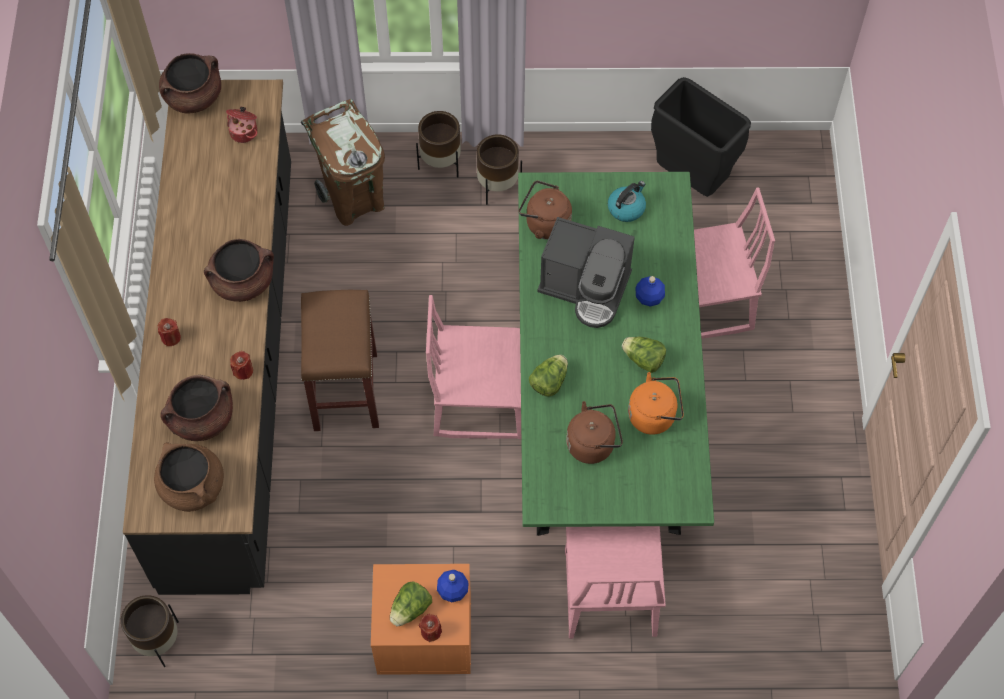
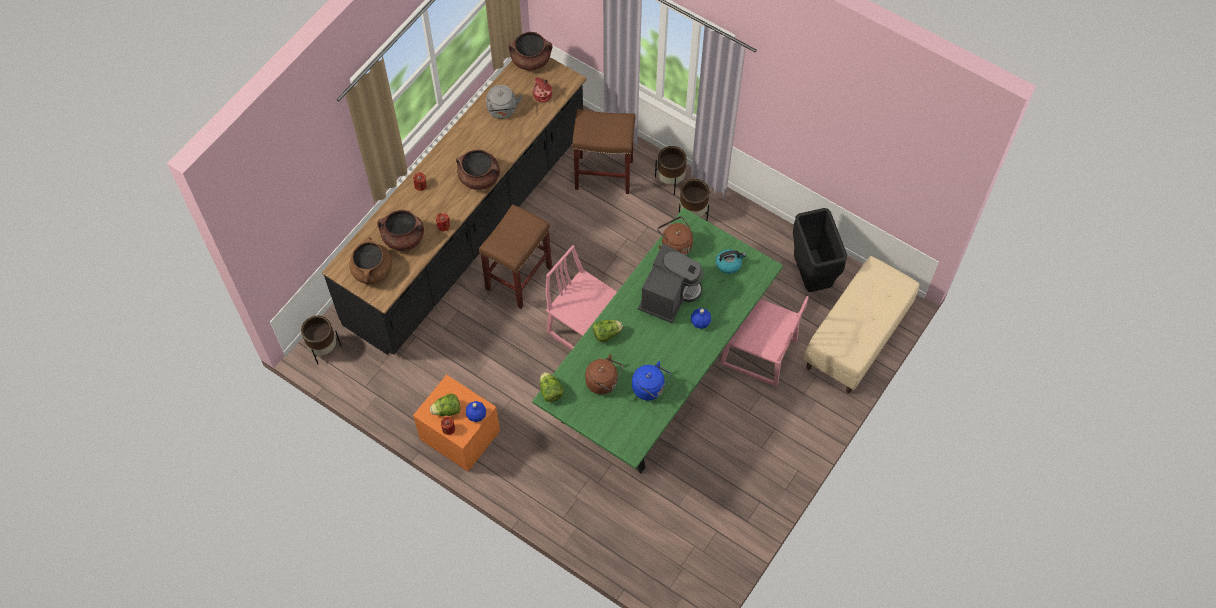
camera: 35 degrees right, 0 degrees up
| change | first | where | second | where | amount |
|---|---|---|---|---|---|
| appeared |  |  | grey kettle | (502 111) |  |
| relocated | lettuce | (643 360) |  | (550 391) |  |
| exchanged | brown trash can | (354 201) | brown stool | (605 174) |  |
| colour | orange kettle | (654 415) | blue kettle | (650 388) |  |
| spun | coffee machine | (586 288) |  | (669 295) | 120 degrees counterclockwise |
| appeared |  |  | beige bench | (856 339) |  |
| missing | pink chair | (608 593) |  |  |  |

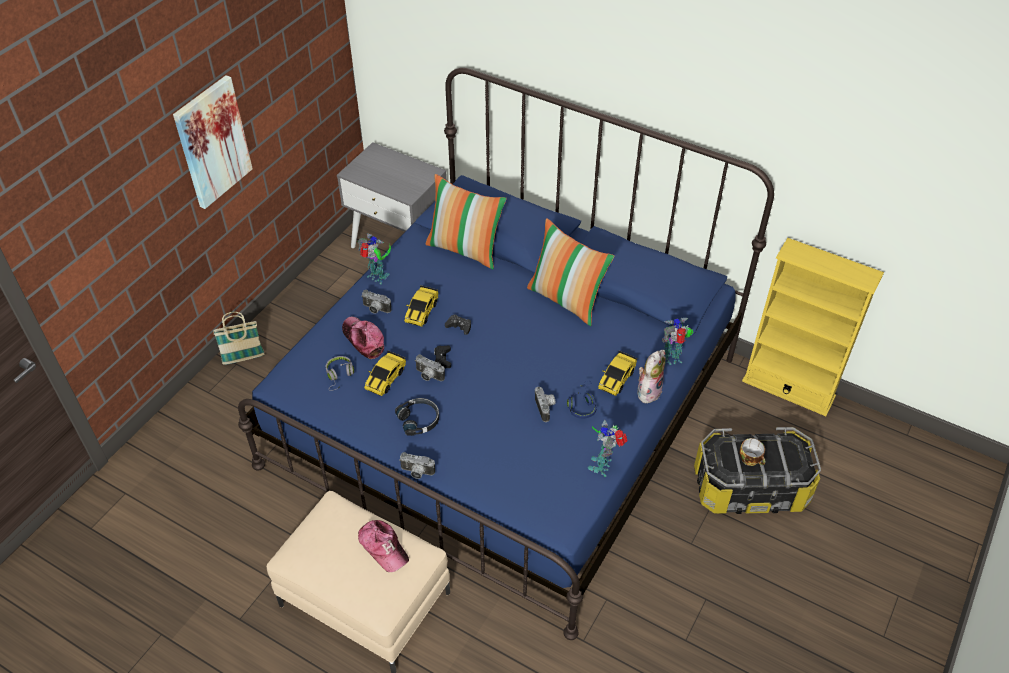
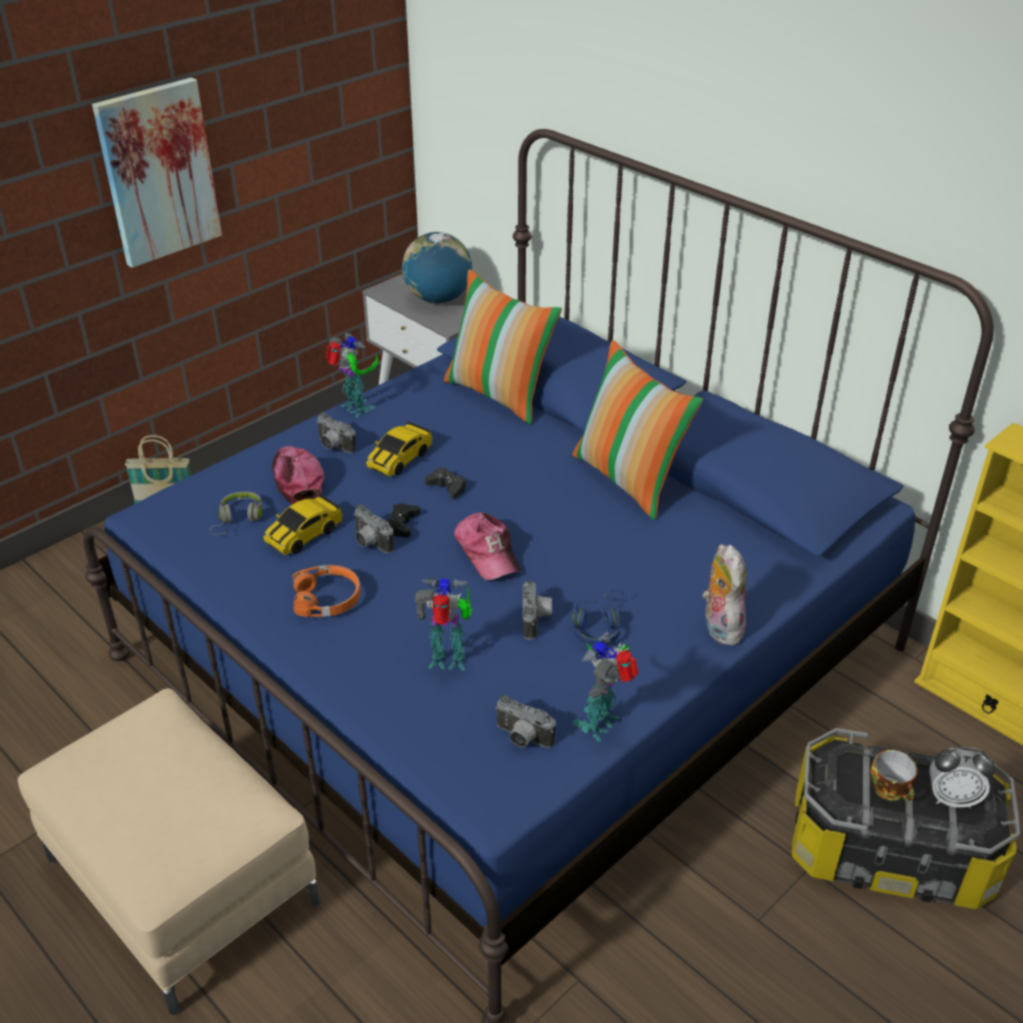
camera: 15 degrees right, 10 degrees down
| change | first | where | second | where | amount |
|---|---|---|---|---|---|
| colour | black headphones | (419 419) | orange headphones | (328 599) |  |
| appeared |  |  | globe | (438 299) |  |
| relocated | toy robot | (672 360) |  | (449 662) |  |
| relocated | cap | (383 547) |  | (487 553) |  |
| relocated | photo camera | (416 473) |  | (521 738) |  |
| spun | plush toy | (648 391) |  | (719 627) | 60 degrees counterclockwise |
| appeared |  |  | alarm clock | (952 798) |  |
| missing | toy car | (617 378) |  |  |  |

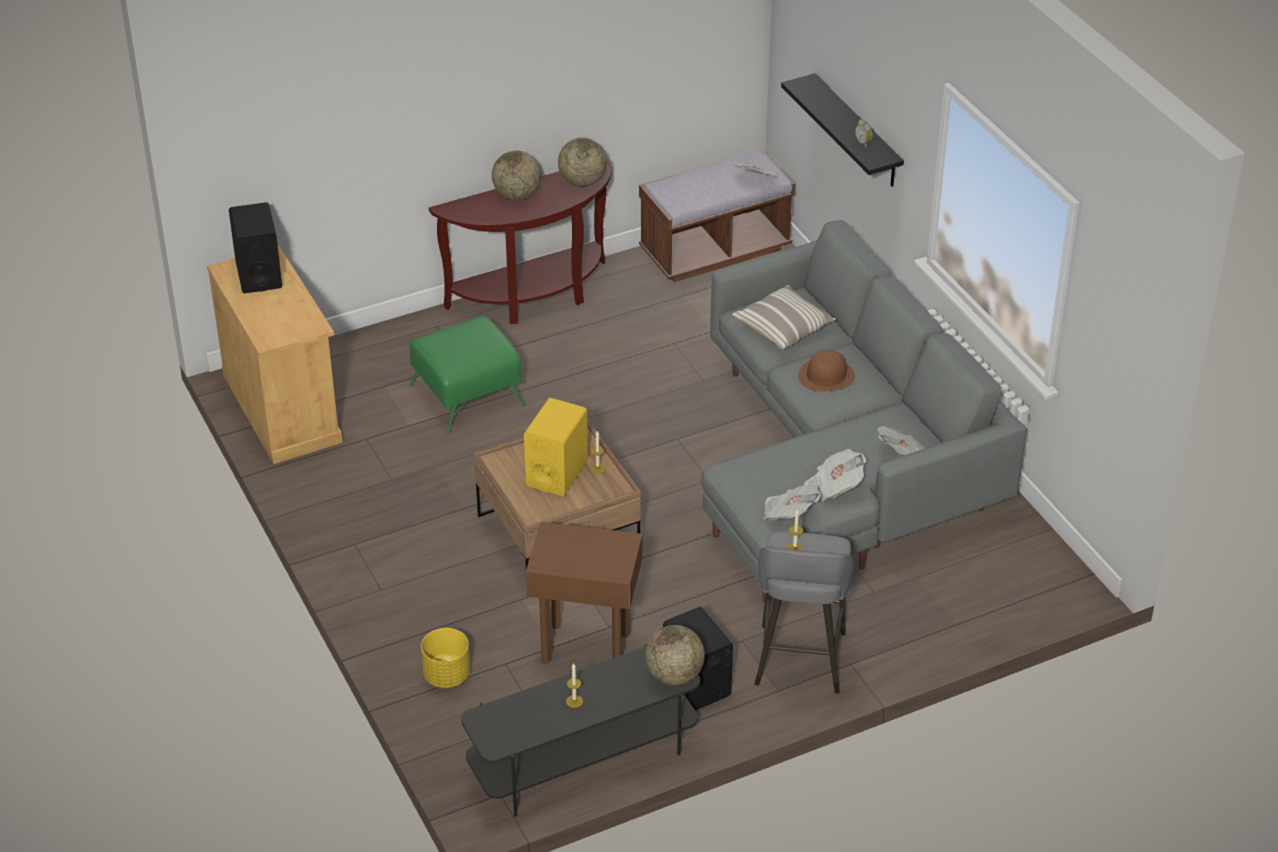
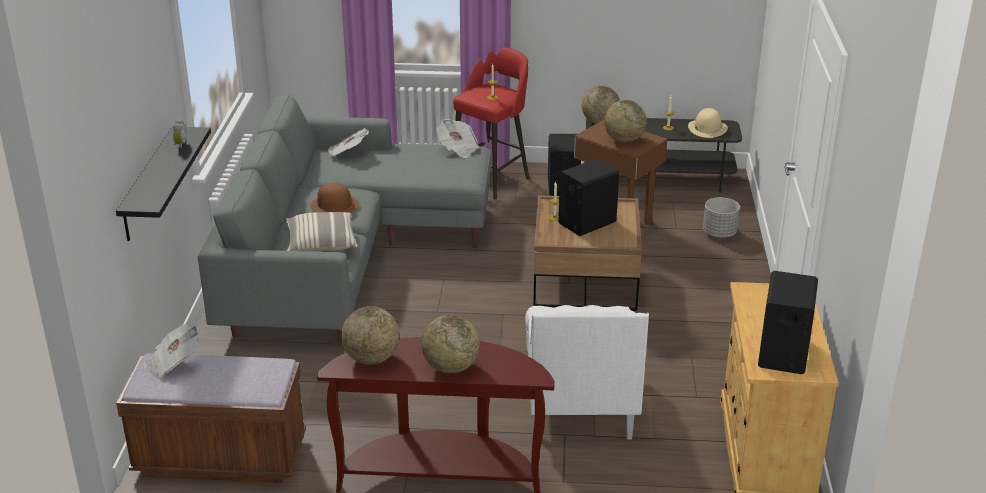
camera: 150 degrees left, 10 degrees down
| change | first | where | second | where | amount |
|---|---|---|---|---|---|
| colour | grey stool | (799 661) | red stool | (491 180) |  |
| exchanged | green ottoman | (468 395) | white armchair | (580 402) |  |
| colour | yellow speaker | (557 473) | black speaker | (587 223) |  |
| appeared |  |  | globe | (624 140) |  |
| appeared |  |  | beige hat | (707 128) |  |
| colour | yellow planter | (446 675) | grey planter | (719 233) |  |
| missing | newspaper | (834 486) |  |  |  |

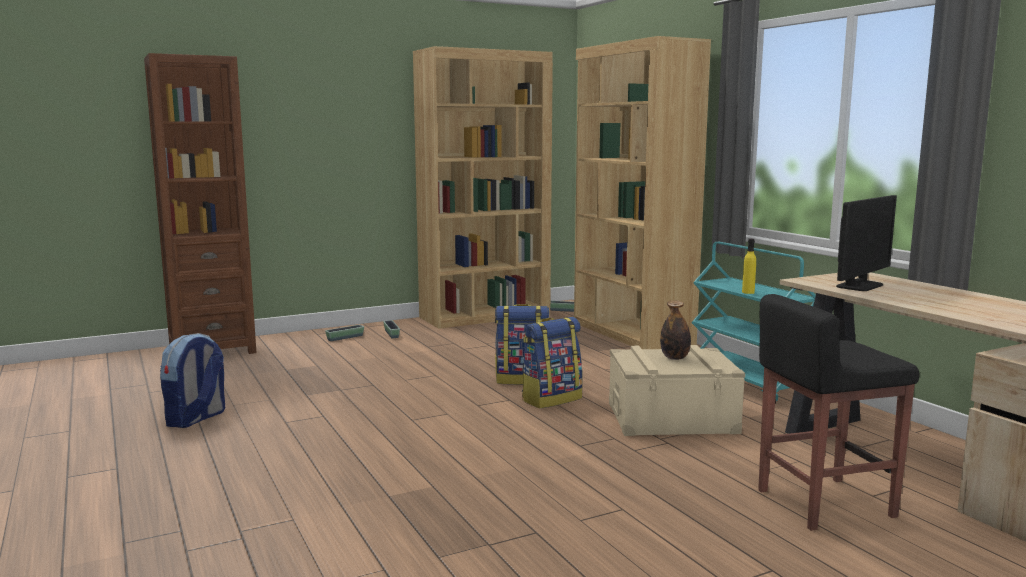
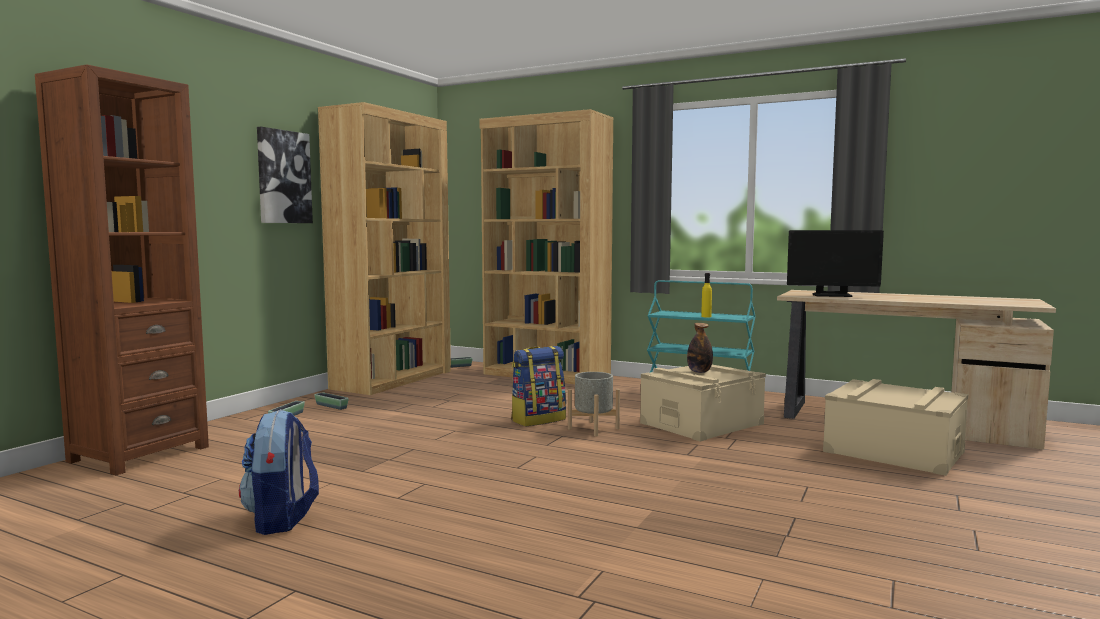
camera: 35 degrees left, 5 degrees down
| change | first | where | second | where | amount |
|---|---|---|---|---|---|
| appeared |  |  | picture | (283 177) |  |
| exchanged | backpack | (551 399) | grey planter | (593 429) |  |
| spun | monitor | (859 286) |  | (832 295) | 90 degrees clockwise |
| exchanged | black stool | (823 503) | beige storage box | (893 451) |  |

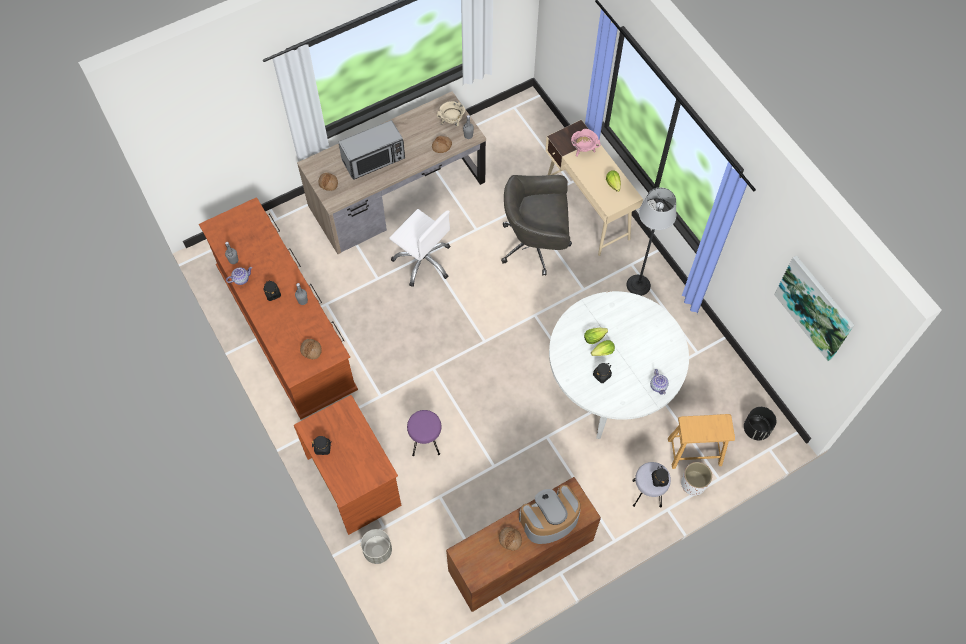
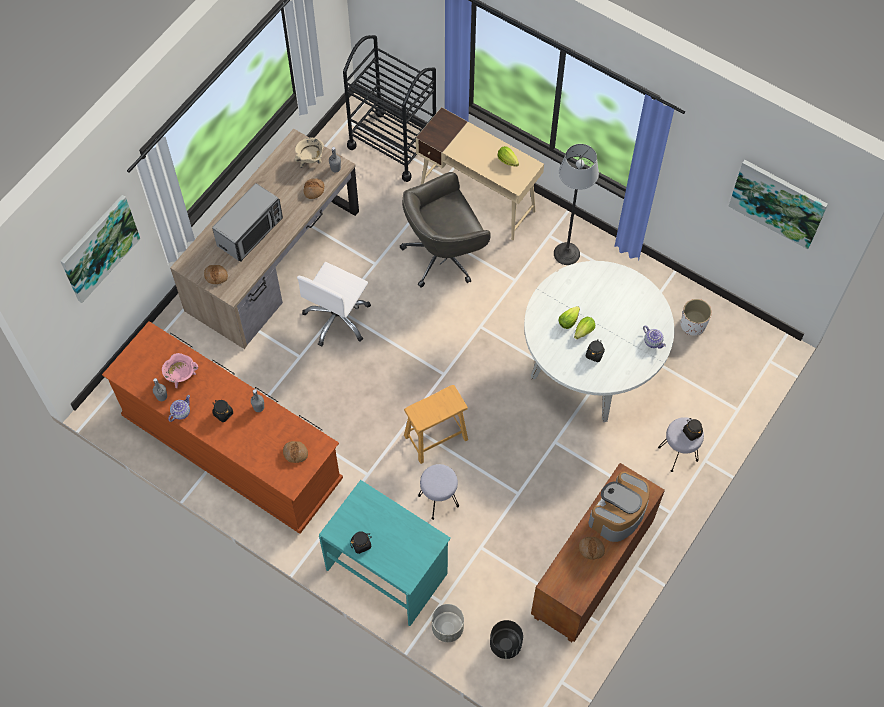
camera: 25 degrees left, 0 degrees up
| change | first | where | second | where | amount |
|---|---|---|---|---|---|
| appeared |  |  | picture | (99 248) |  |
| relocated | pink cooking pot | (583 150) |  | (182 377) |  |
| spun | white office chair | (423 261) |  | (337 318) | 105 degrees clockwise |
| colour | brown desk | (355 481) | turquoise desk | (387 570) |  |
| appeared |  |  | black cart | (393 145) |  |
| relocated | brown stool | (694 452) |  | (436 437) |  |
| colour | purple stool | (426 442) | grey stool | (439 500) |  |
| relocated | black planter | (756 429) |  | (506 644) |  |
| relocated | white planter | (693 483) |  | (692 324) |  |

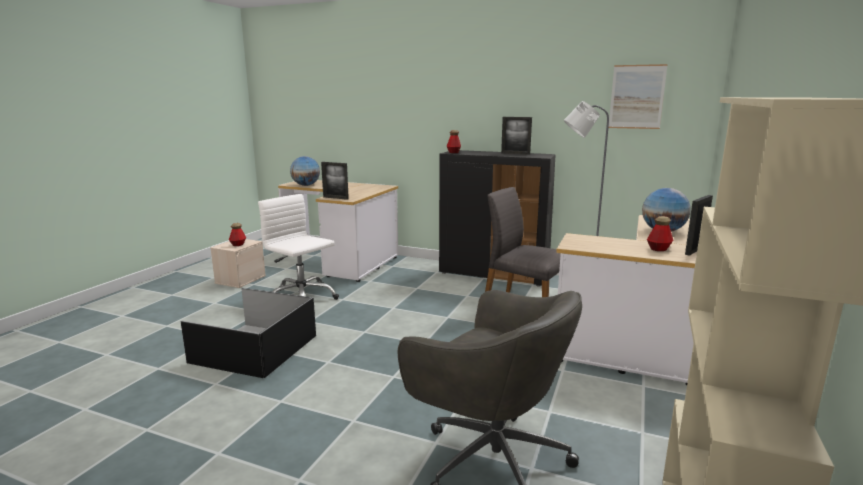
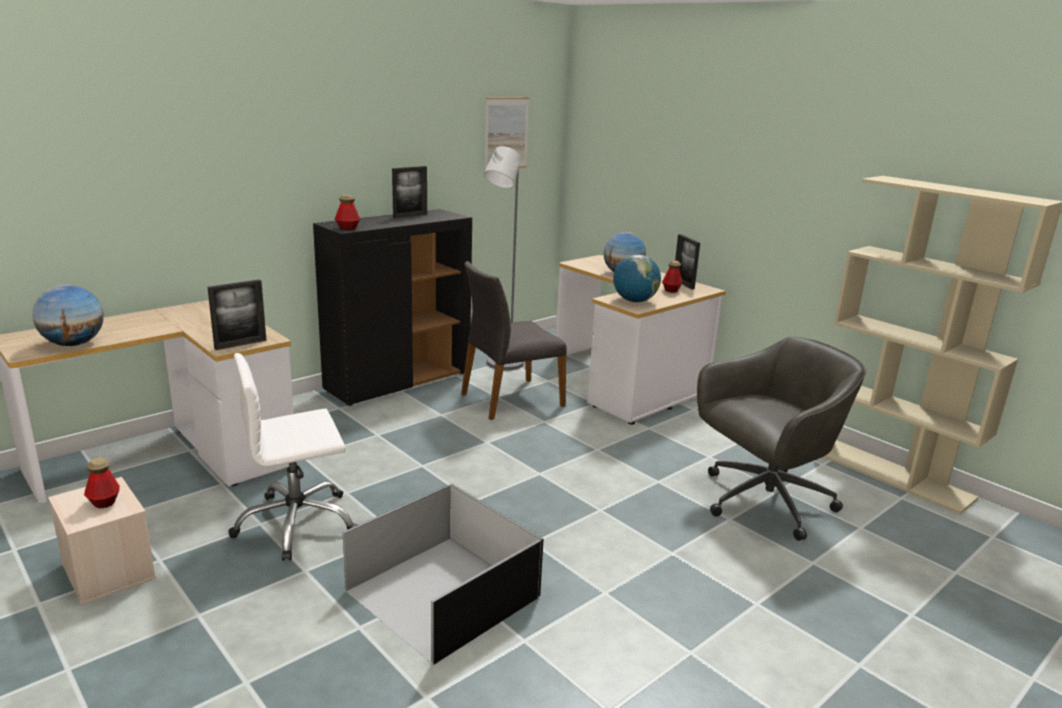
camera: 65 degrees left, 5 degrees up
| change | first | where | second | where | amount |
|---|---|---|---|---|---|
| appeared |  |  | globe | (634 301) |  |

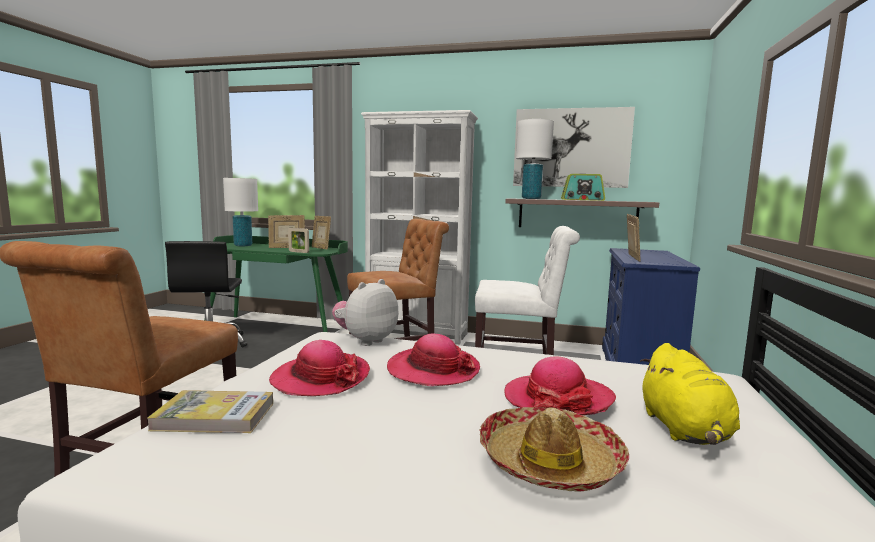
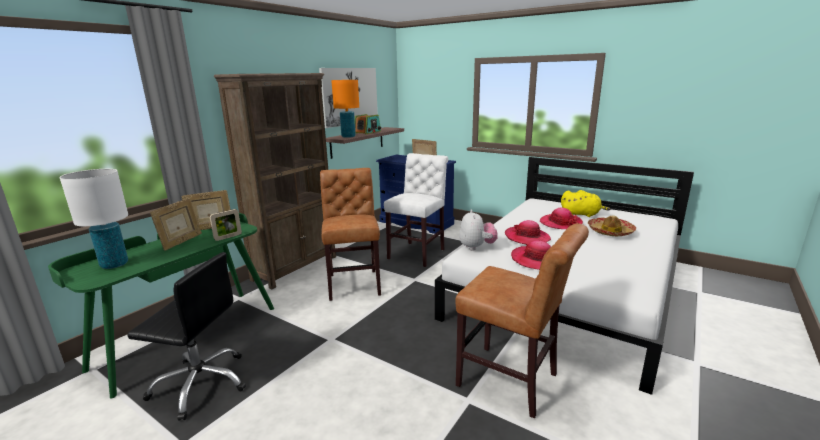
camera: 70 degrees left, 10 degrees up
| change | first | where | second | where | amount |
|---|---|---|---|---|---|
| colour | white bookcase | (417 334) | brown bookcase | (296 267) |  |
| colour | white table lamp | (531 198) | orange table lamp | (348 136) |  |
| spun | plush toy | (365 340) |  | (476 247) | 150 degrees counterclockwise |
| missing | book | (214 416) |  |  |  |

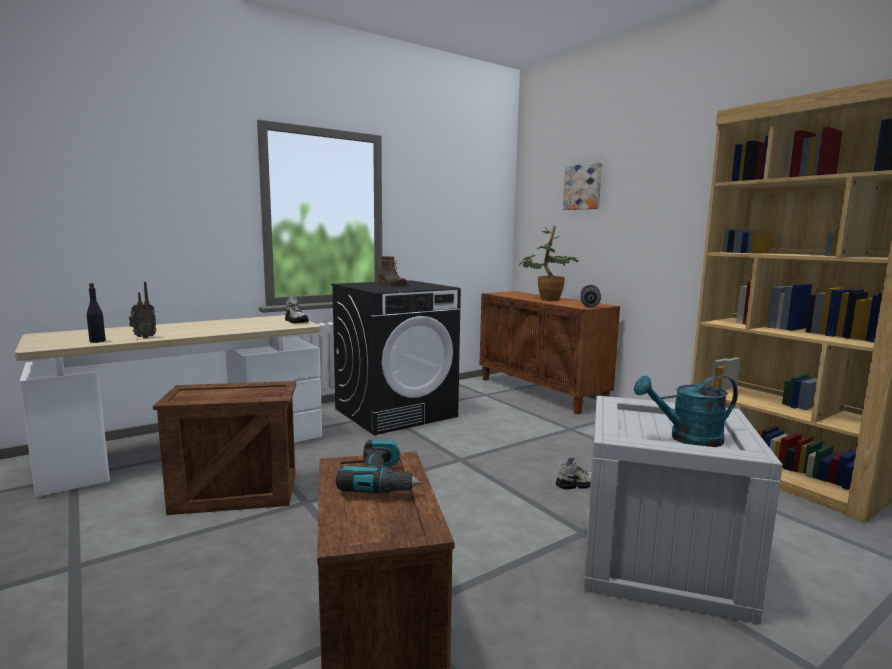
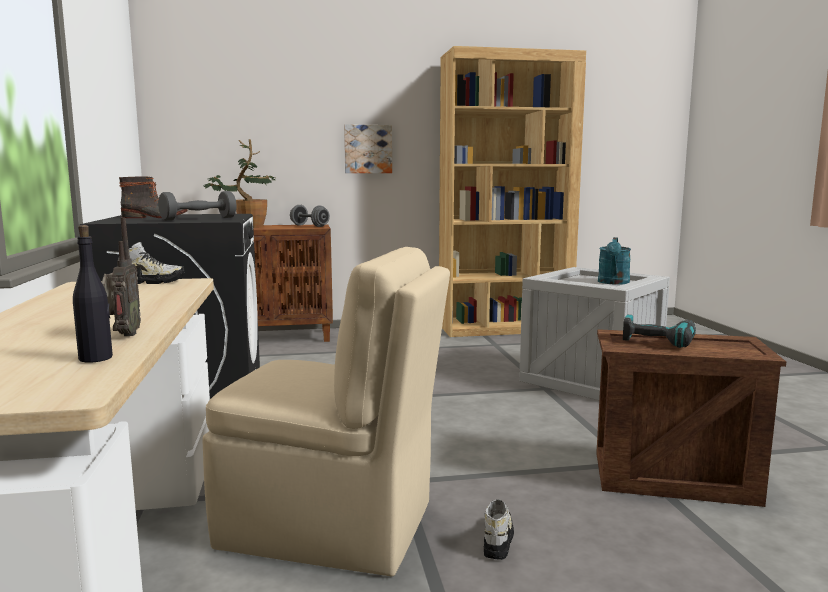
camera: 65 degrees left, 0 degrees up
| change | first | where | second | where | amount |
|---|---|---|---|---|---|
| appeared |  |  | grey dumbbell | (199 219) |  |
| exchanged | crate | (234 494) | beige chair | (333 526) |  |
| relocated | picture | (583 187) |  | (368 149) |  |
| relocated | shoe | (577 484) |  | (497 540) |  |

